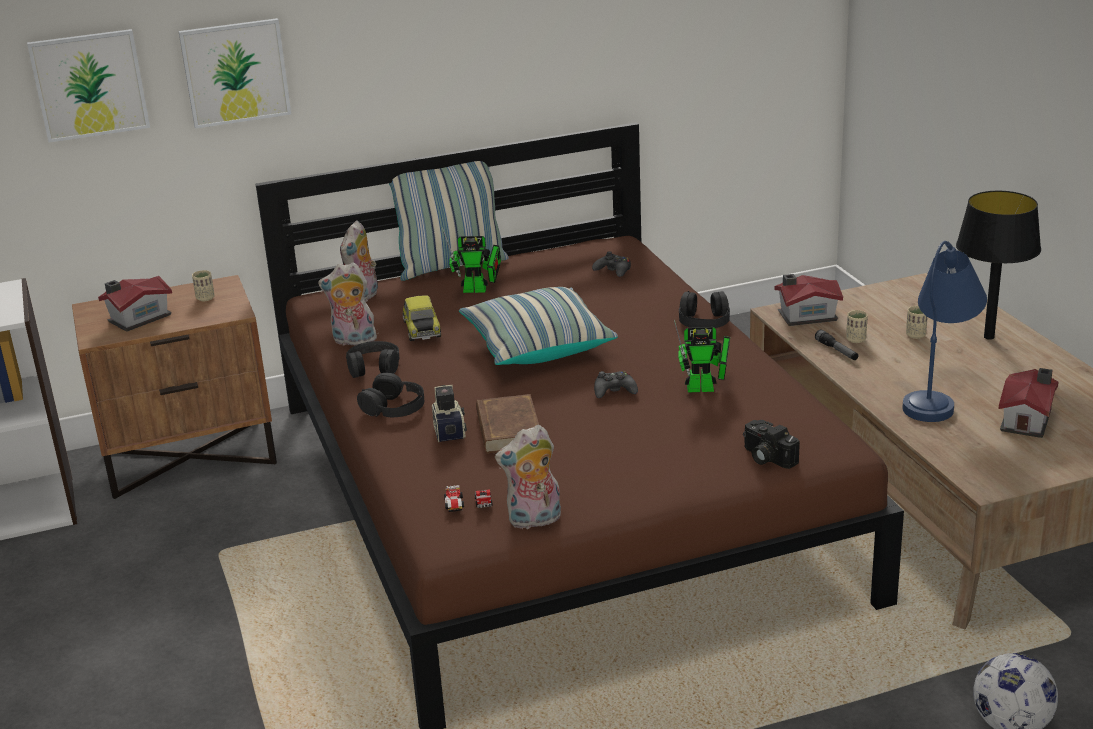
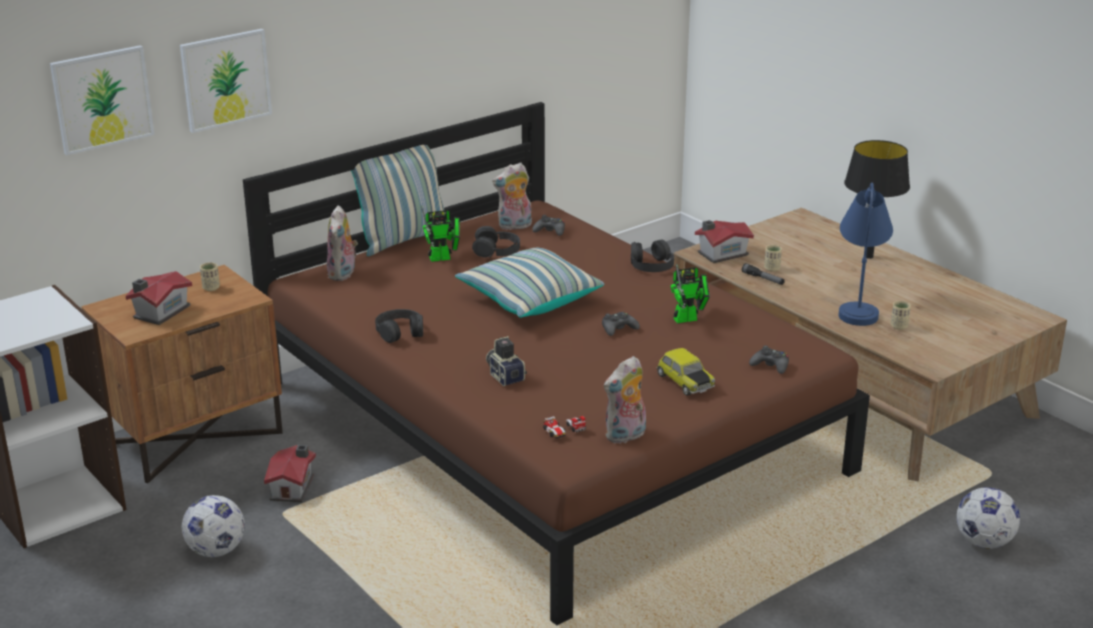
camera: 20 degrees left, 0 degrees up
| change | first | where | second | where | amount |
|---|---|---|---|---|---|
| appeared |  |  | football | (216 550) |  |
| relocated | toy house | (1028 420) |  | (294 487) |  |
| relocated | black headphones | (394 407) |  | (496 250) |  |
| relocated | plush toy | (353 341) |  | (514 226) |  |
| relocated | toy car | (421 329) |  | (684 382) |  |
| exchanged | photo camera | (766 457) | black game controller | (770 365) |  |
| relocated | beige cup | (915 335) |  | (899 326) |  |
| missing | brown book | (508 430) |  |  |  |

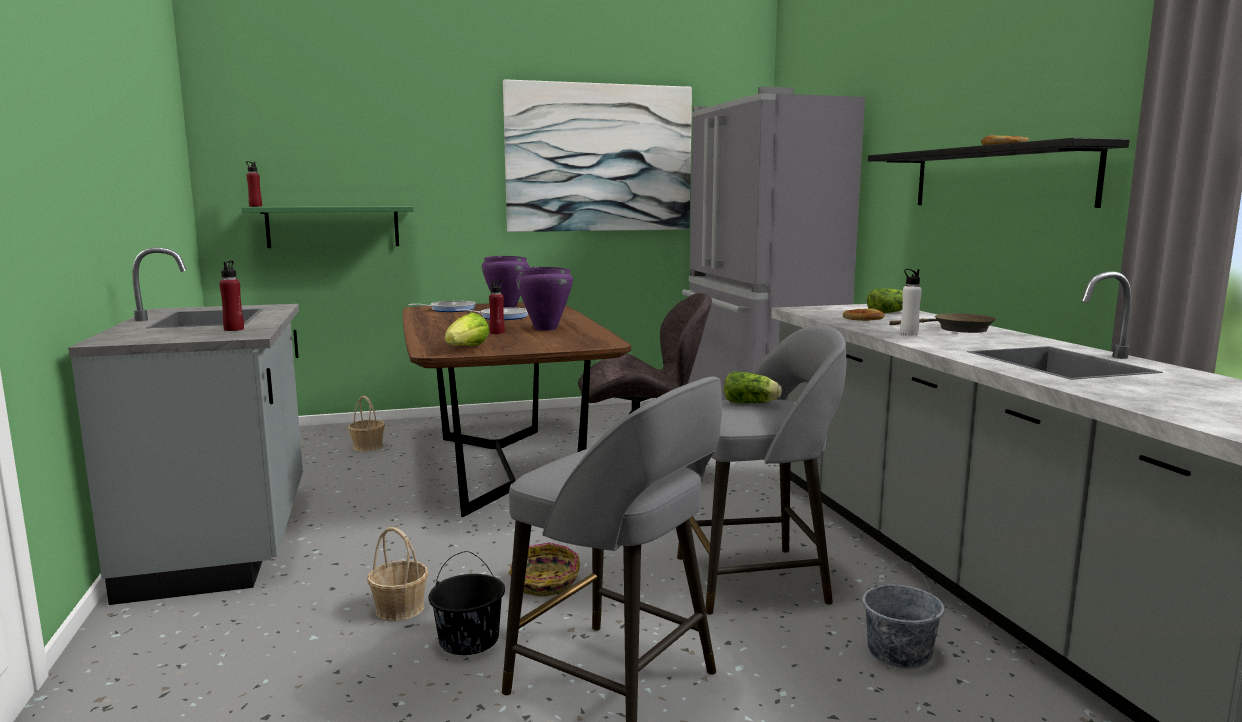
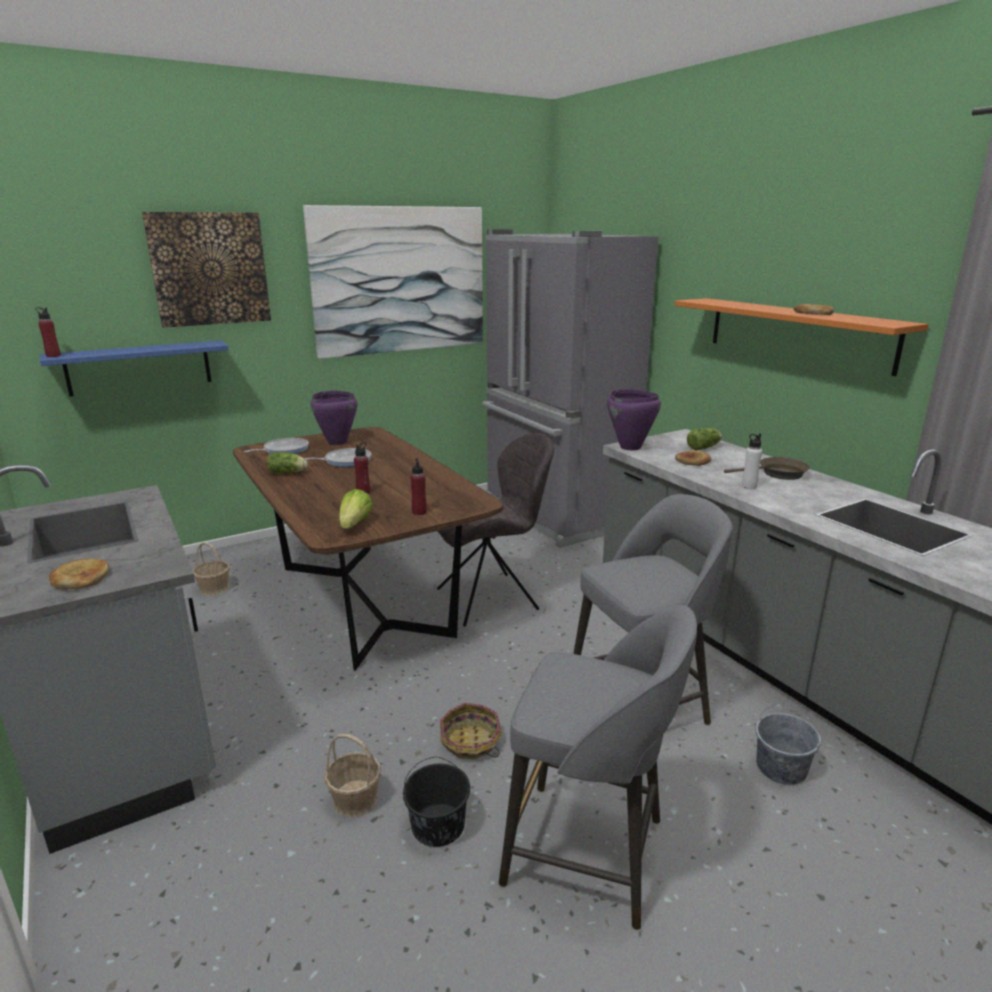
camera: 15 degrees left, 10 degrees up
| change | first | where | second | where | amount |
|---|---|---|---|---|---|
| colour | green shelf | (333 226) | blue shelf | (139 367) |  |
| appeared |  |  | bread | (80 578) |  |
| appeared |  |  | picture | (209 269) |  |
| relocated | lettuce | (752 403) |  | (289 473) |  |
| relocated | red bottle | (234 329) |  | (419 512) |  |
| relocated | purple cooking pot | (545 329) |  | (630 447) |  |
| colour | black shelf | (999 177) | orange shelf | (797 333) |  |

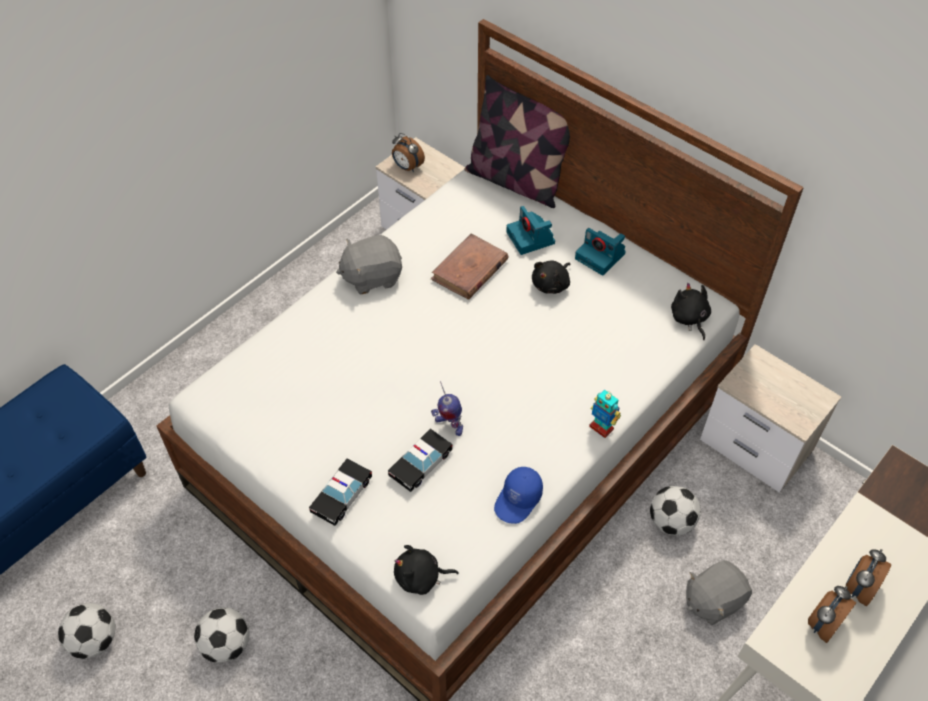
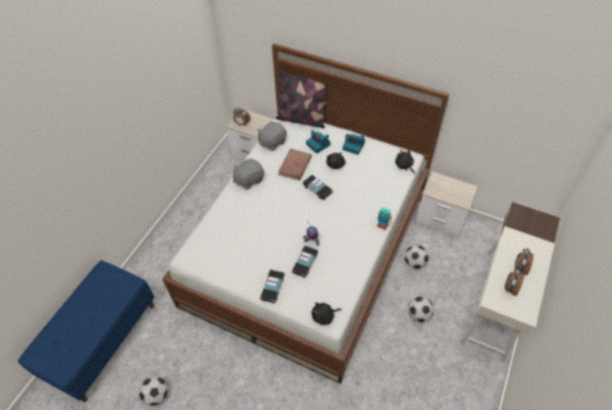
camera: 15 degrees left, 0 degrees up
| change | first | where | second | where | amount |
|---|---|---|---|---|---|
| relocated | grey plush toy | (712 600) |  | (272 142) |  |
| appeared |  |  | toy car | (317 189) |  |
| relocated | football | (227 645) |  | (418 314) |  |
| missing | blue cap | (518 500) |  |  |  |

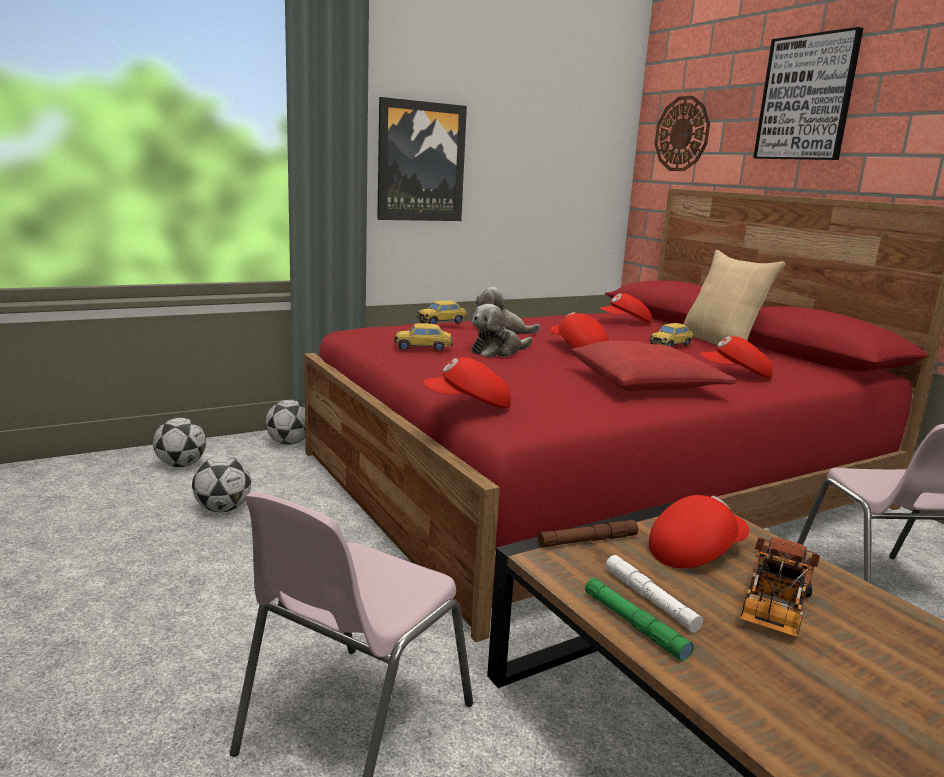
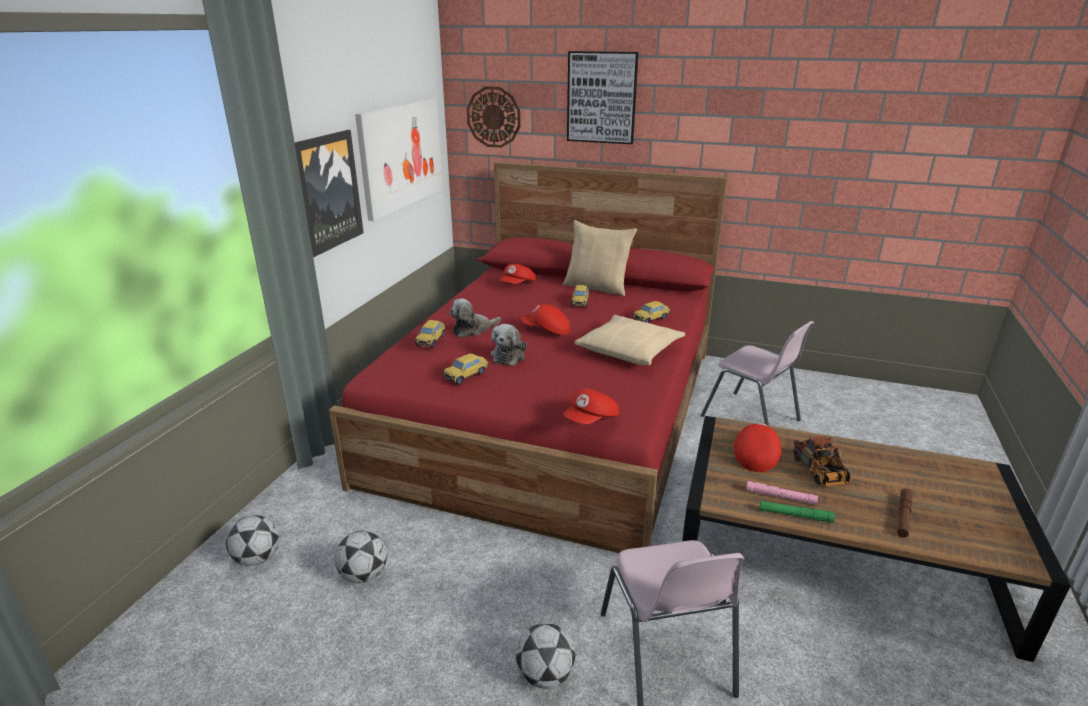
camera: 40 degrees left, 10 degrees up
| change | first | where | second | where | amount |
|---|---|---|---|---|---|
| appeared |  |  | picture | (401 155) |  |
| relocated | football | (289 443) |  | (545 675) |  |
| colour | red pillow | (647 383) | beige pillow | (629 349) |  |
| exchanged | red cap | (736 375) | toy car | (651 319) |  |
| colour | white flashlight | (650 599) | pink flashlight | (780 497) |  |
| relocated | brown flashlight | (587 541) |  | (903 516) |  |

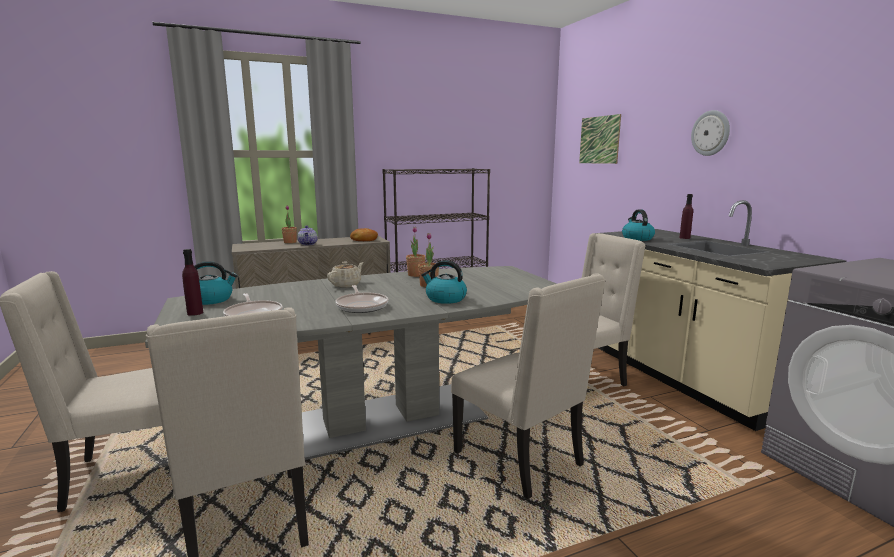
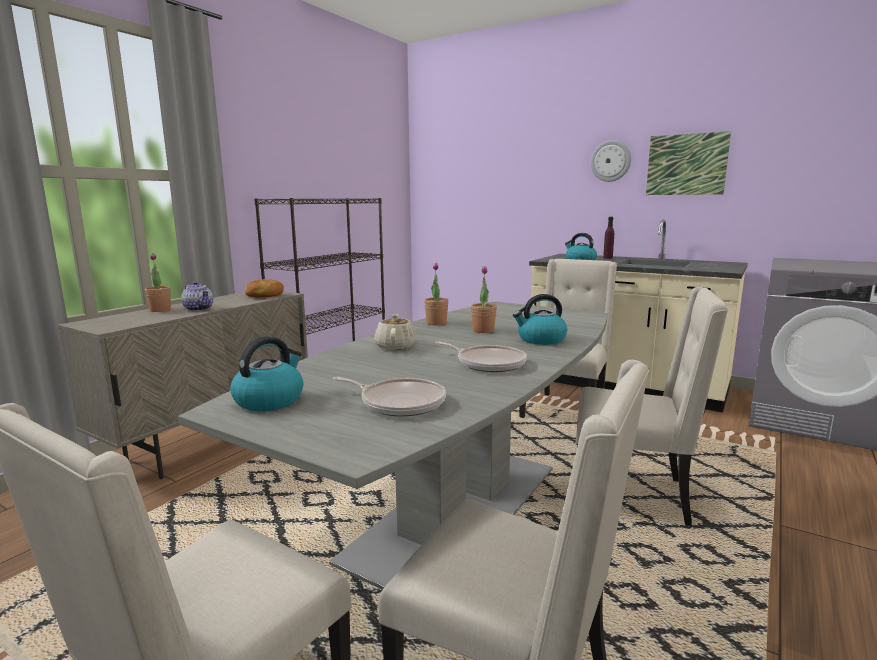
camera: 35 degrees left, 0 degrees up
| change | first | where | second | where | amount |
|---|---|---|---|---|---|
| relocated | picture | (599 140) |  | (686 164) |  |
| missing | purple bottle | (195 313) |  |  |  |

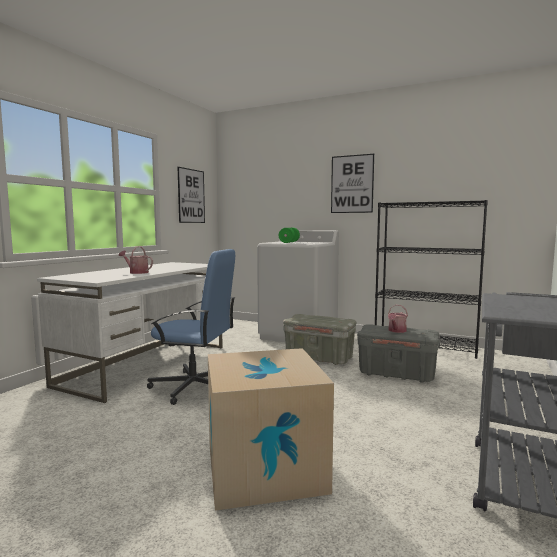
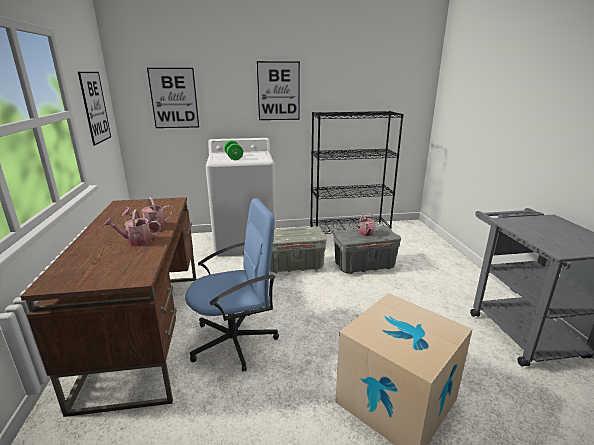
camera: 35 degrees left, 15 degrees up
| change | first | where | second | where | amount |
|---|---|---|---|---|---|
| colour | white desk | (147 365) | brown desk | (146 330) |  |
| appeared |  |  | watering can | (151 227) |  |
| appeared |  |  | picture | (174 98) |  |

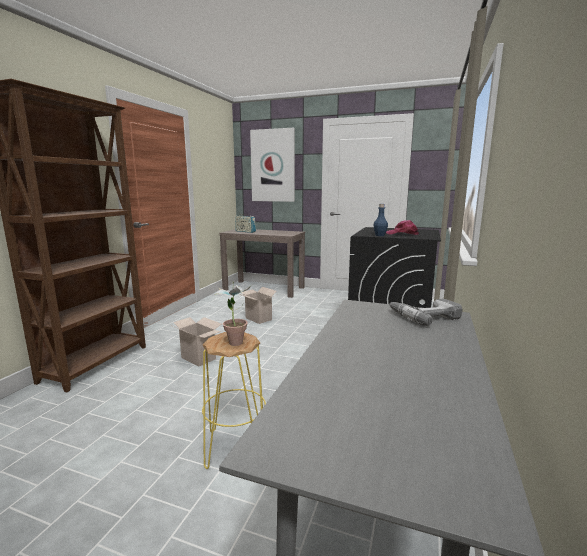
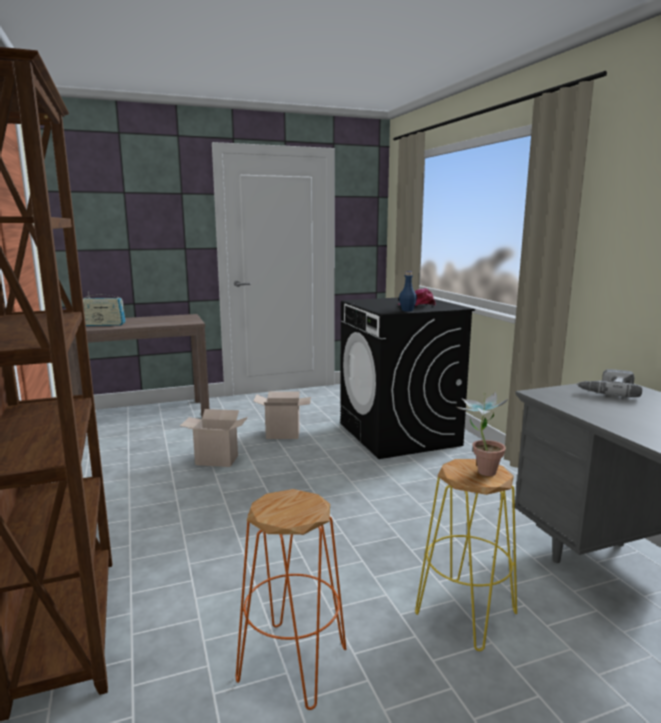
camera: 40 degrees left, 0 degrees up
| change | first | where | second | where | amount |
|---|---|---|---|---|---|
| appeared |  |  | orange stool | (293 663) |  |
| relocated | cardboard box | (200 358) |  | (284 434) |  |
| missing | picture | (273 166) |  |  |  |

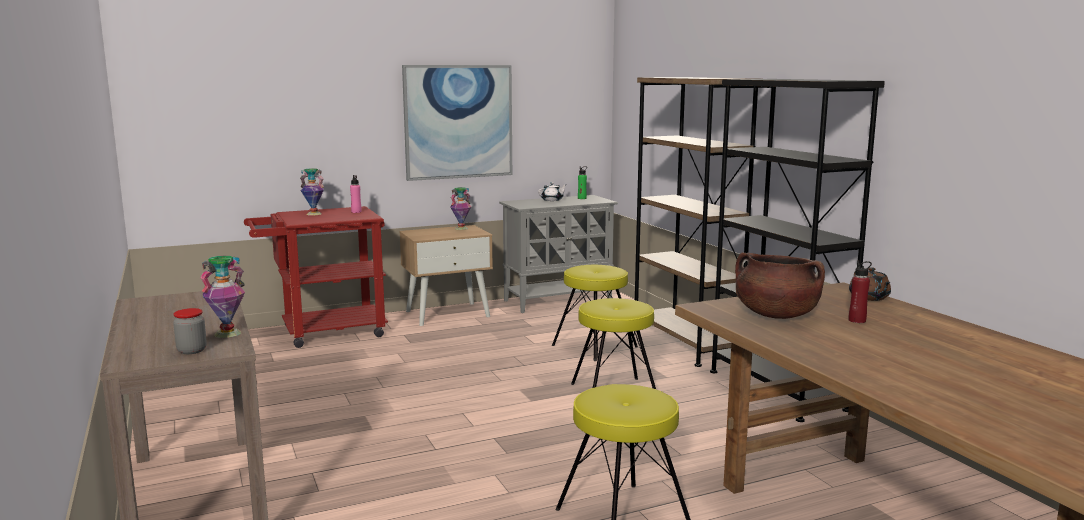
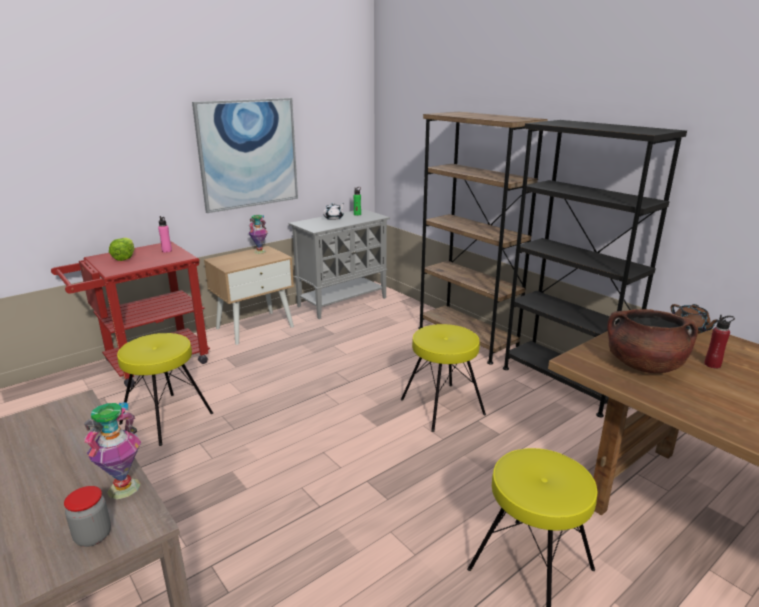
camera: 15 degrees left, 10 degrees up
| change | first | where | second | where | amount |
|---|---|---|---|---|---|
| exchanged | vase | (313 214) | lettuce | (124 257) |  |
| relocated | yellow stool | (594 346) |  | (166 418) |  |

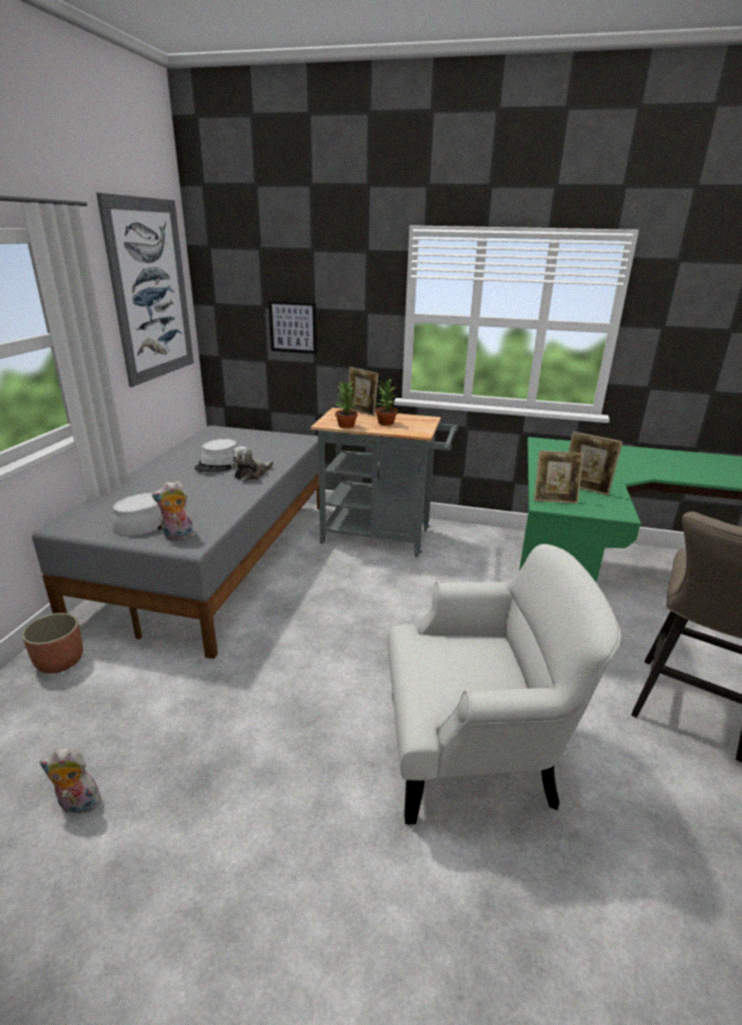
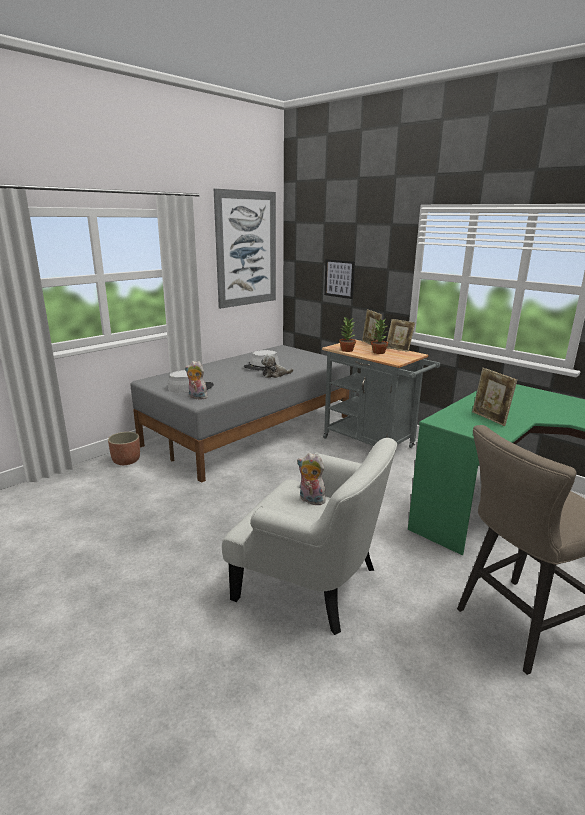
camera: 30 degrees right, 5 degrees down
| change | first | where | second | where | amount |
|---|---|---|---|---|---|
| relocated | plush toy | (77 805) |  | (310 500) |  |
| relocated | picture frame | (554 499) |  | (398 349) |  |

